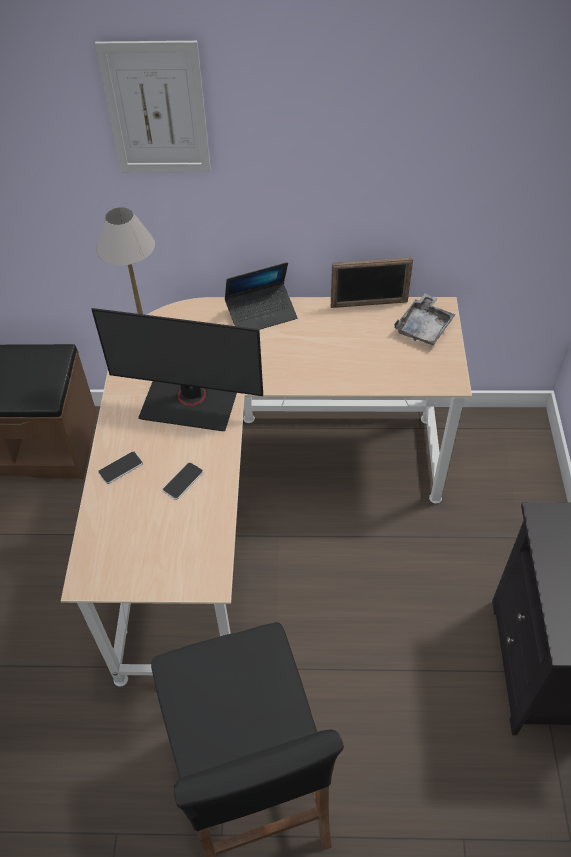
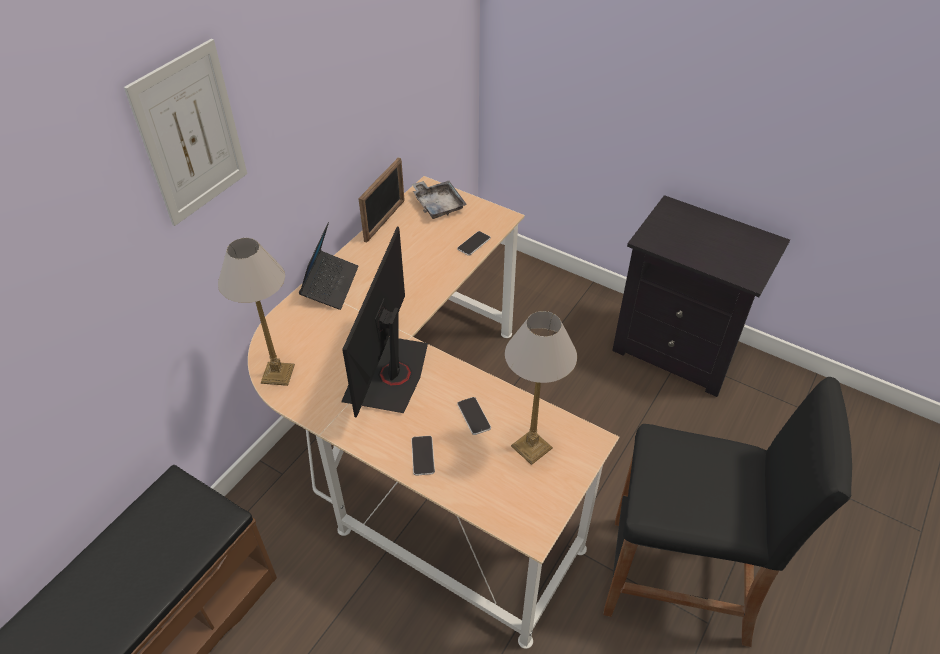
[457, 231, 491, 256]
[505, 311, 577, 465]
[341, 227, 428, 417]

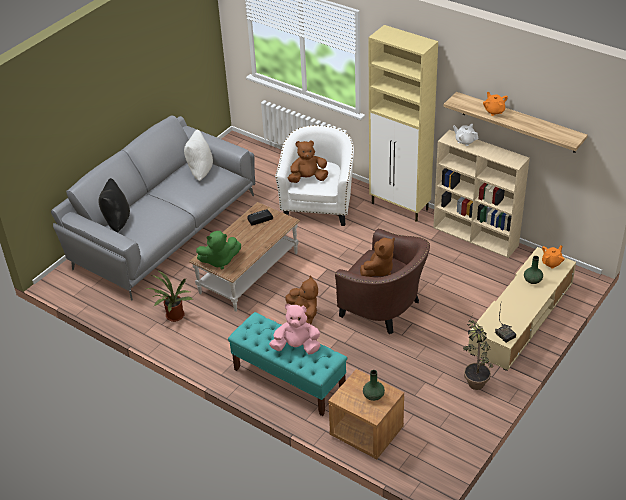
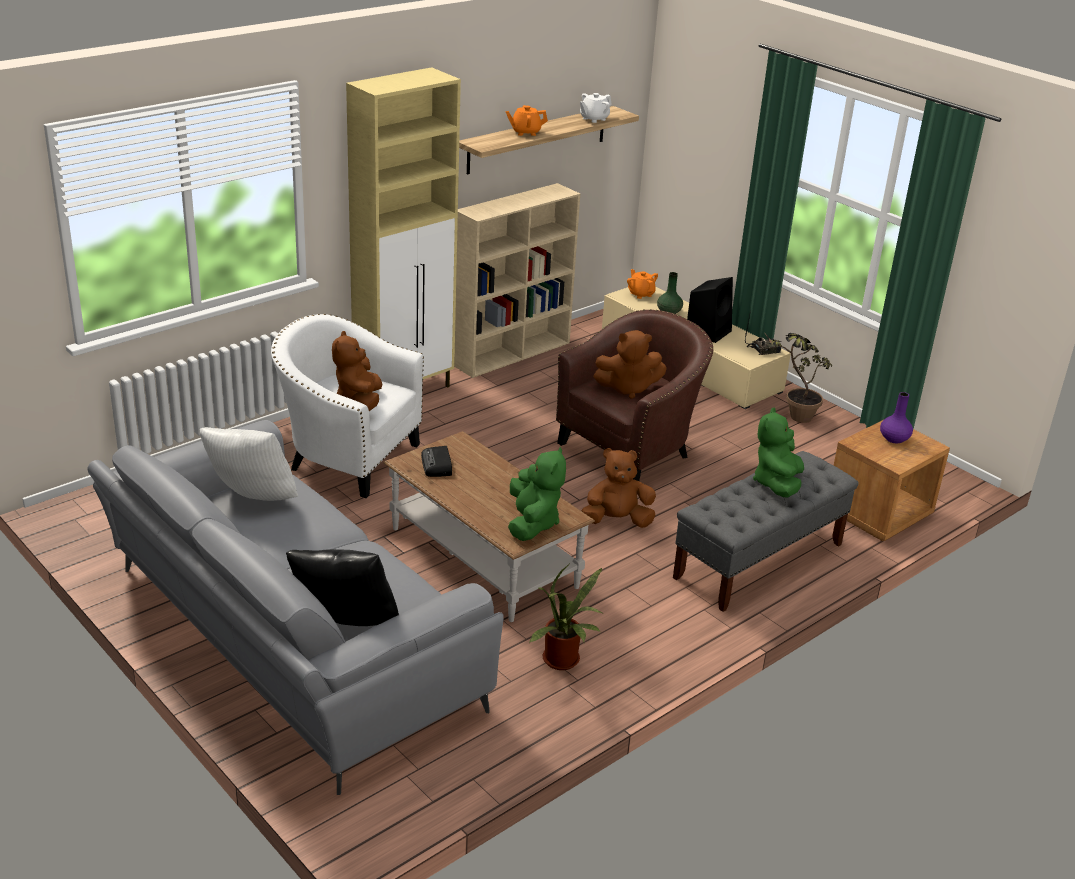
[687, 277, 733, 343]
[580, 93, 611, 123]
[673, 451, 858, 612]
[753, 407, 804, 498]
[880, 392, 913, 443]
[593, 330, 667, 399]

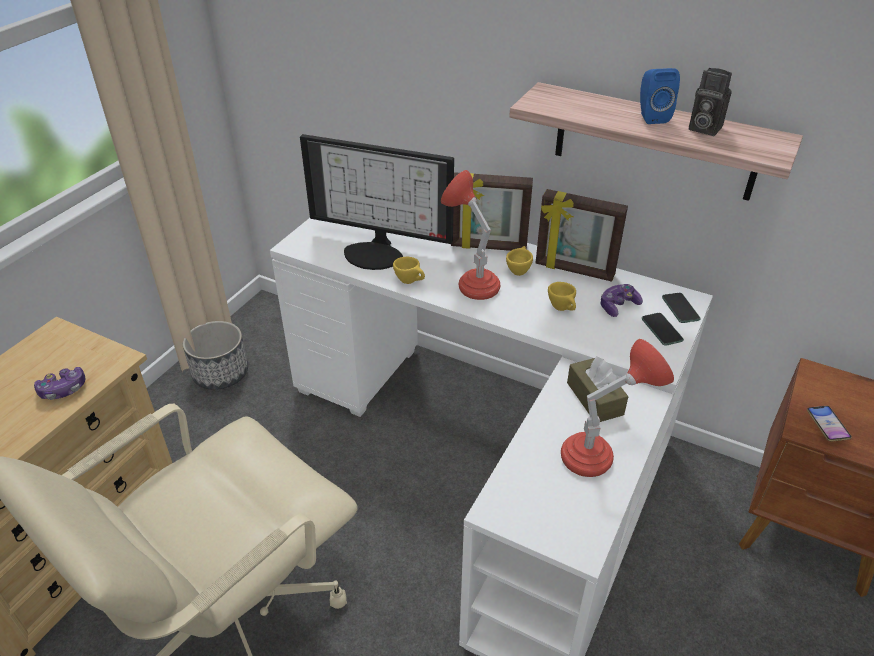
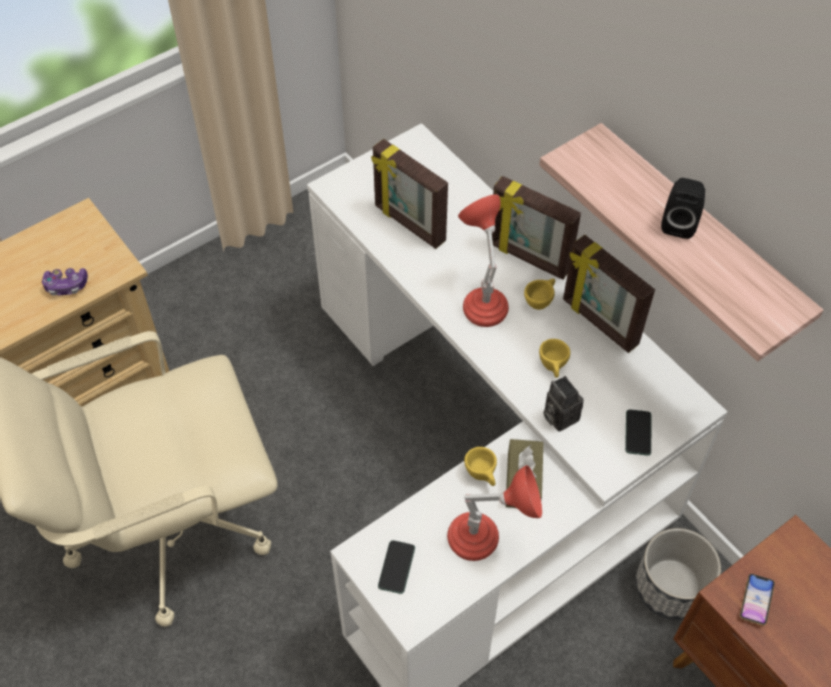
[600, 284, 643, 317] (first image)
[635, 528, 721, 620]
[464, 447, 497, 486]
[378, 540, 415, 594]
[543, 376, 583, 432]
[371, 139, 448, 249]
[661, 178, 705, 239]

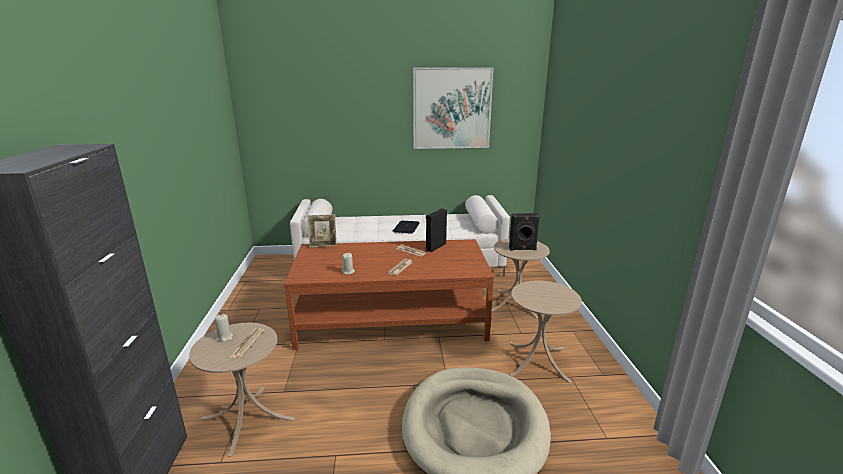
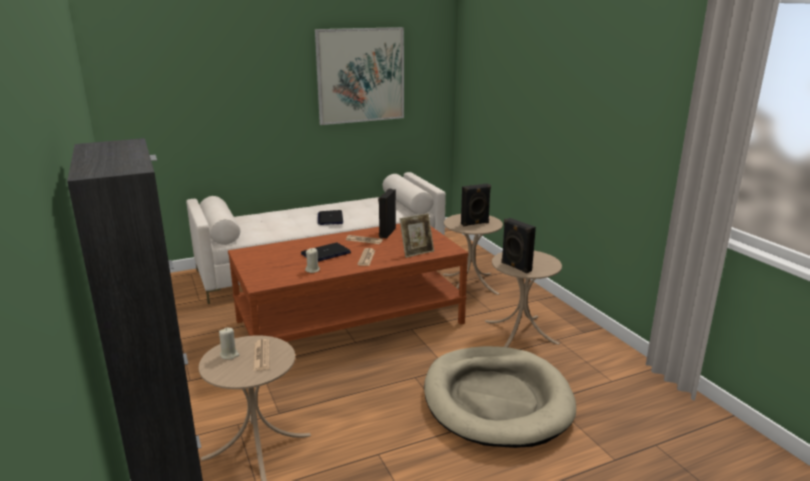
[301, 243, 351, 262]
[501, 218, 536, 273]
[400, 213, 434, 258]

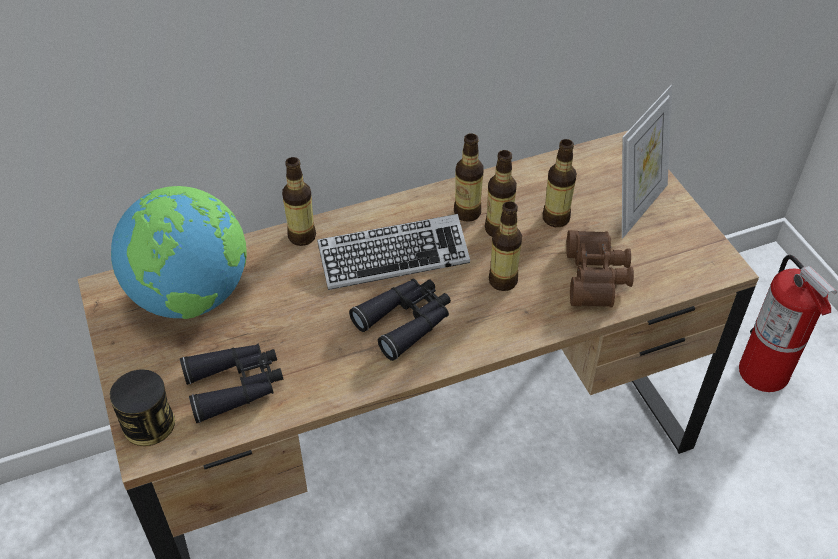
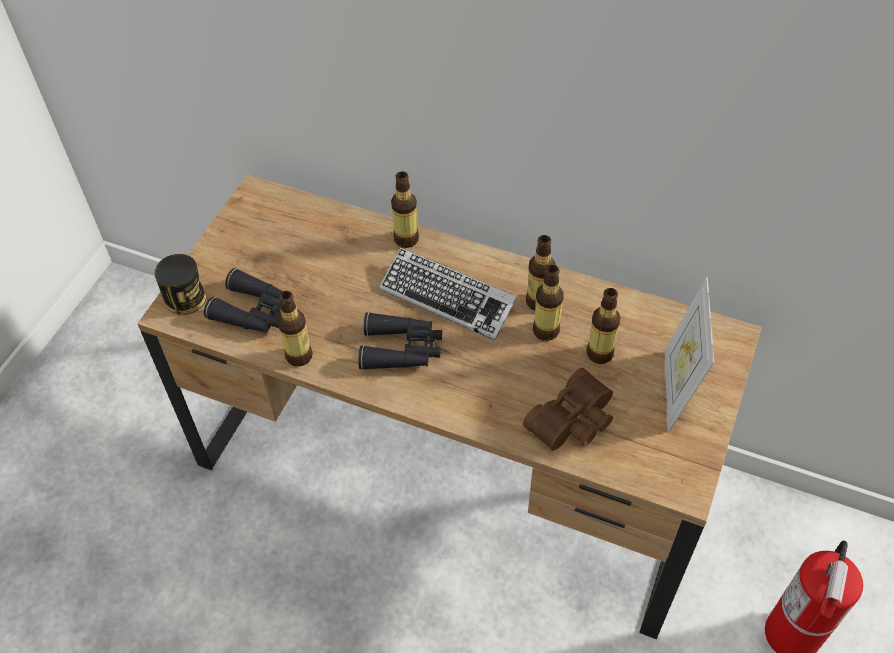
[111, 186, 247, 319] (first image)
[277, 291, 313, 367]
[665, 277, 714, 432]

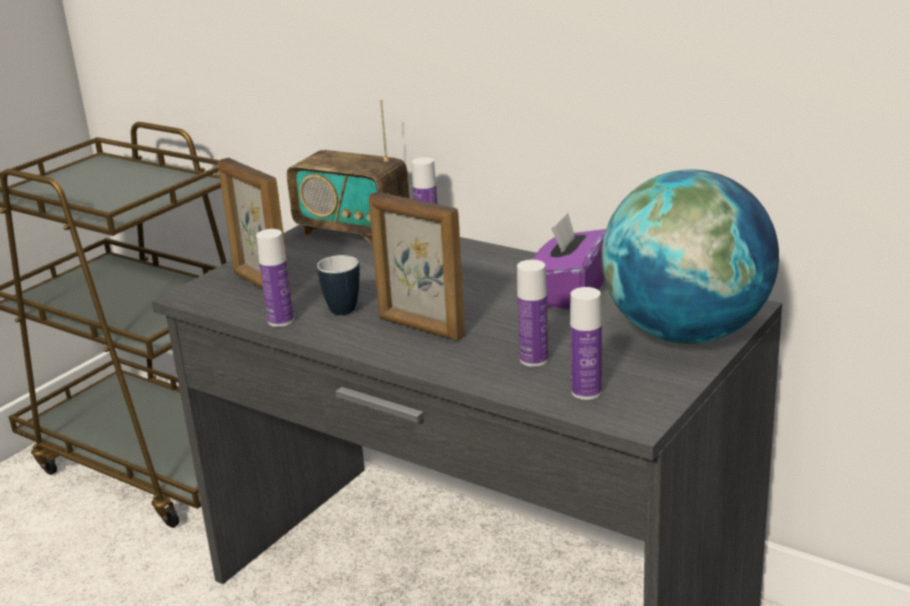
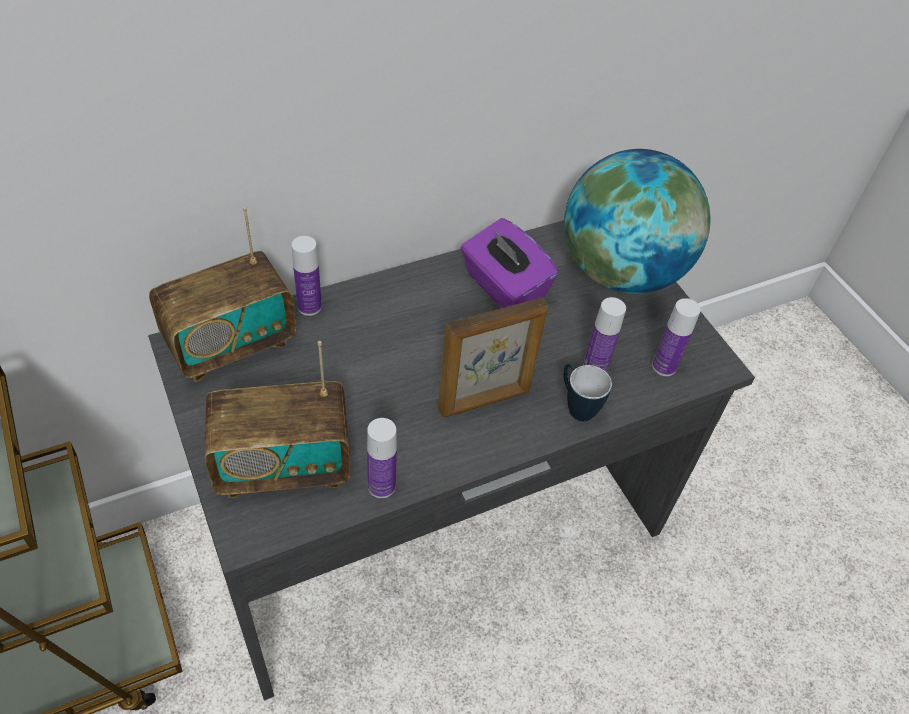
[564, 363, 612, 421]
[205, 341, 350, 498]

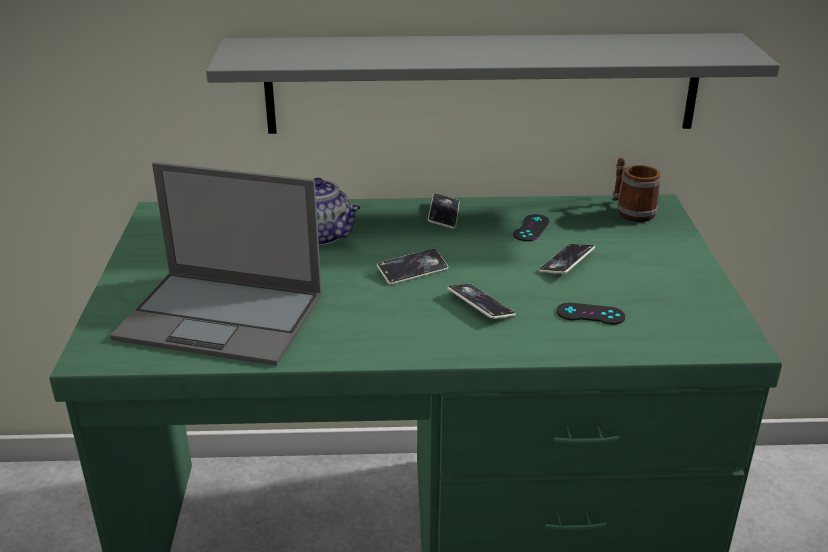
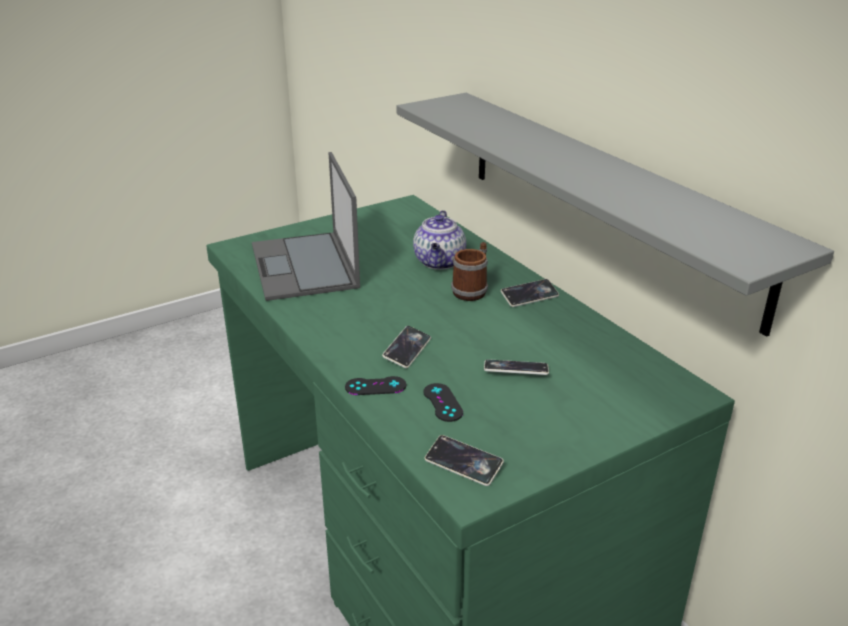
[425, 435, 504, 486]
[345, 376, 406, 395]
[451, 242, 488, 301]

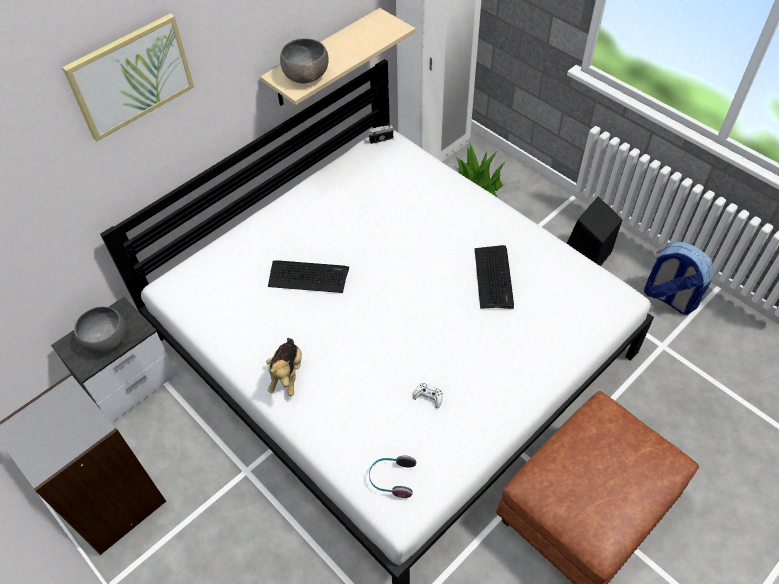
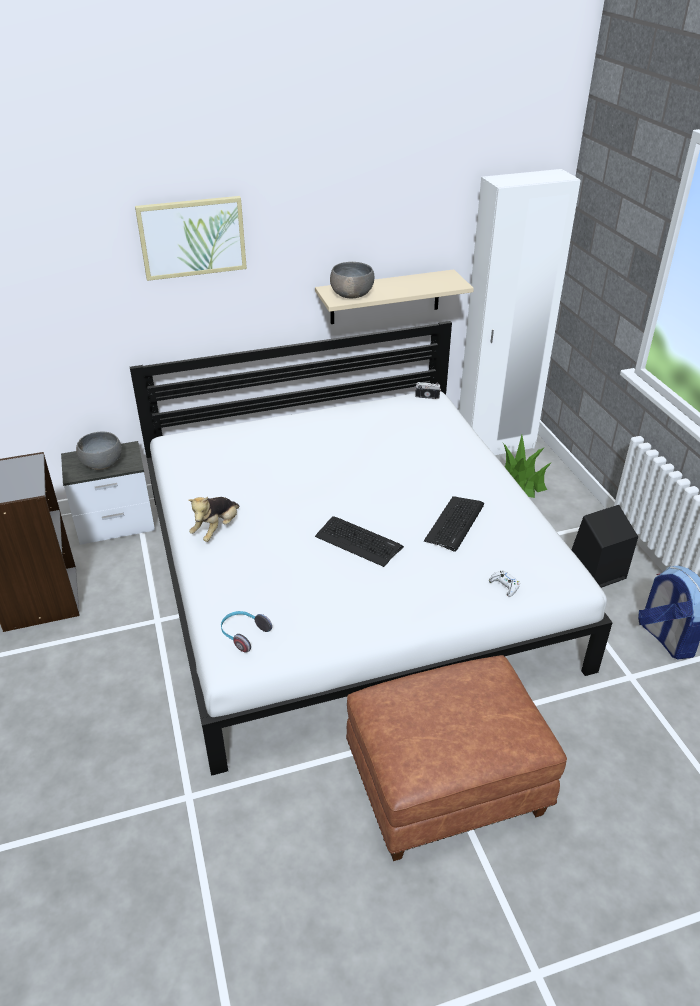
[315, 516, 404, 567]
[489, 571, 520, 597]

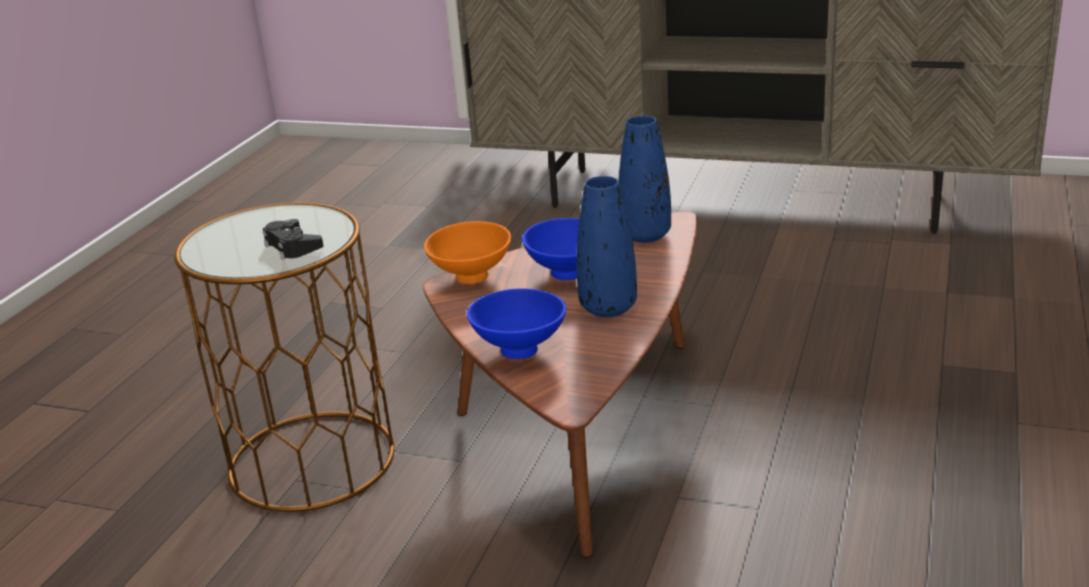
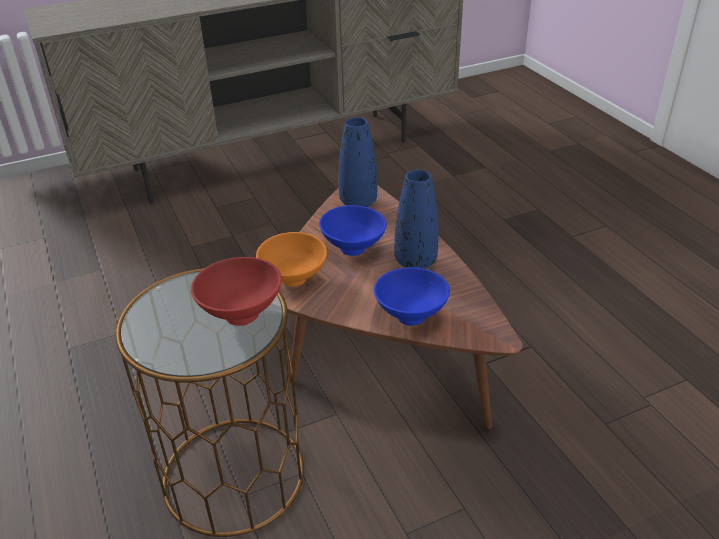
[191, 257, 282, 326]

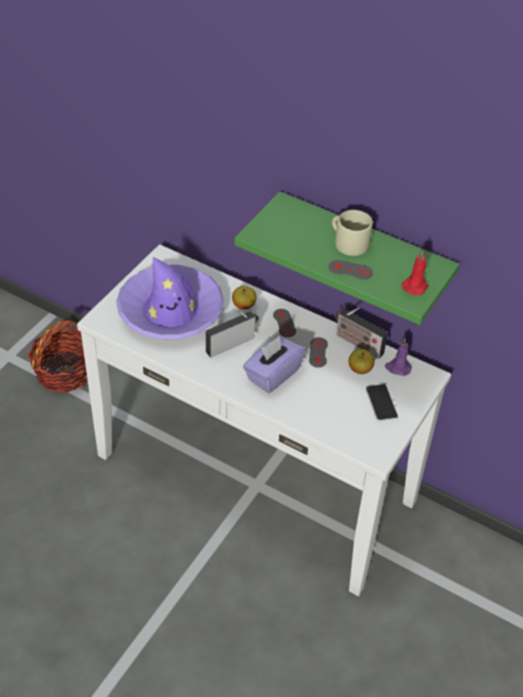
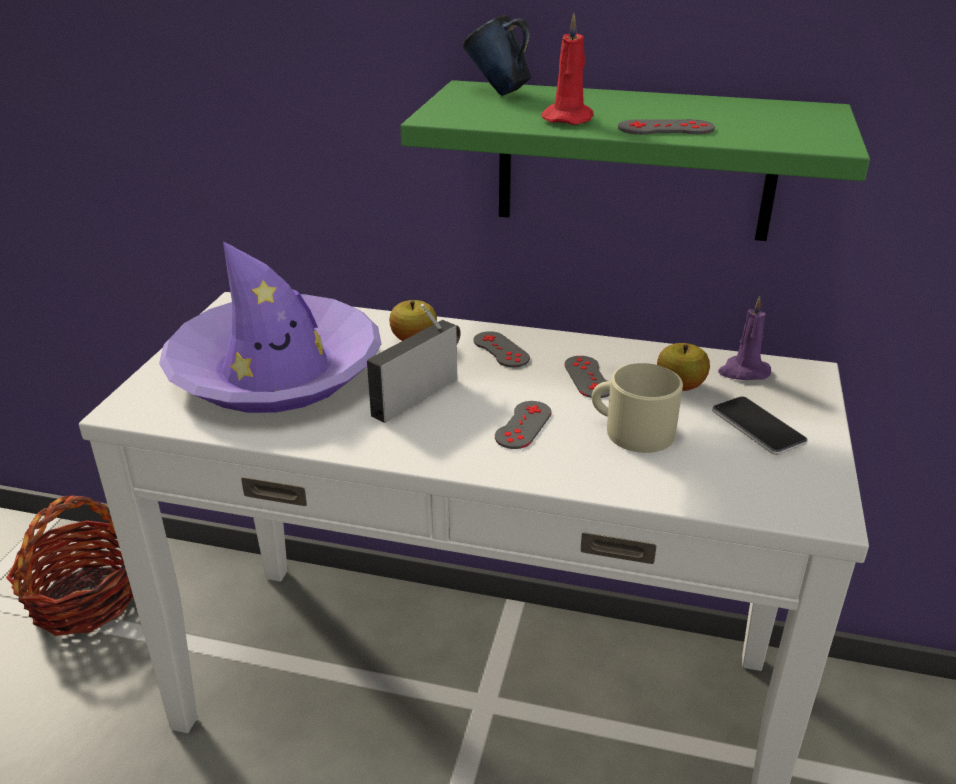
[335, 307, 388, 358] (first image)
[463, 15, 531, 96]
[592, 363, 683, 453]
[541, 14, 594, 125]
[495, 401, 552, 449]

